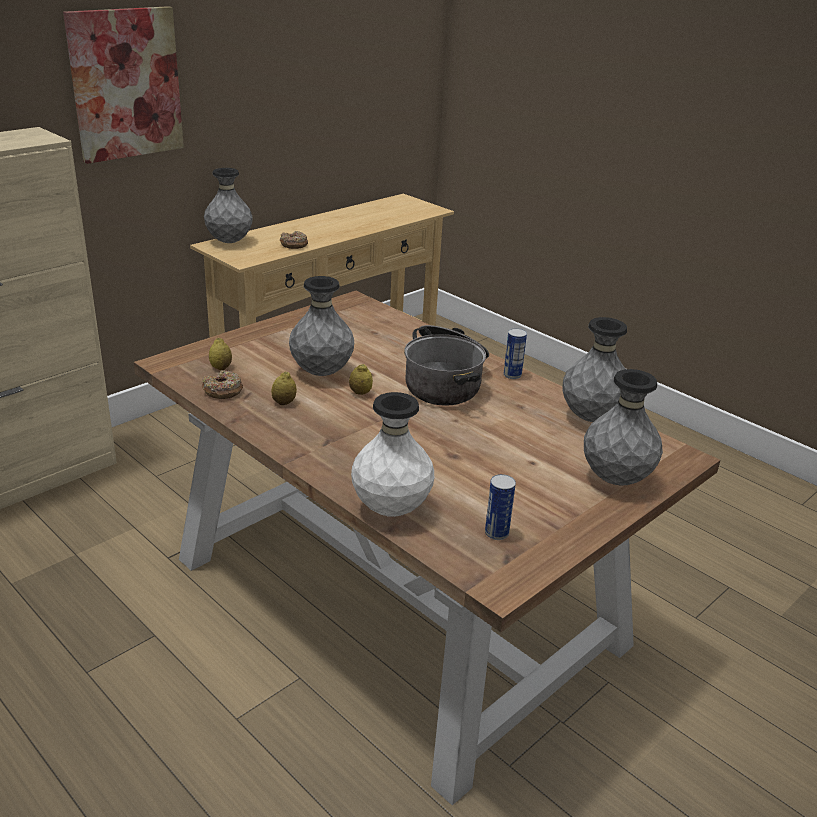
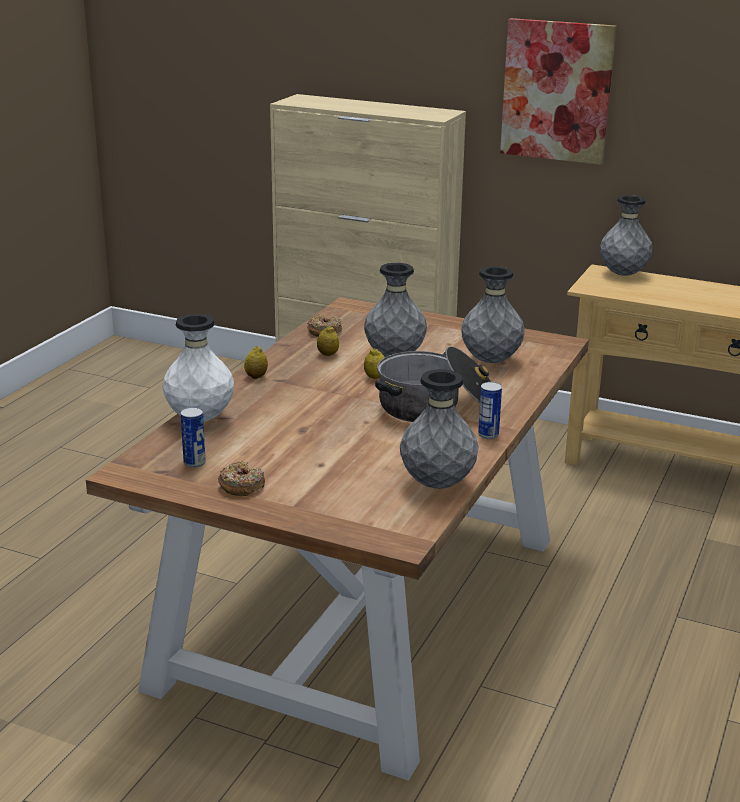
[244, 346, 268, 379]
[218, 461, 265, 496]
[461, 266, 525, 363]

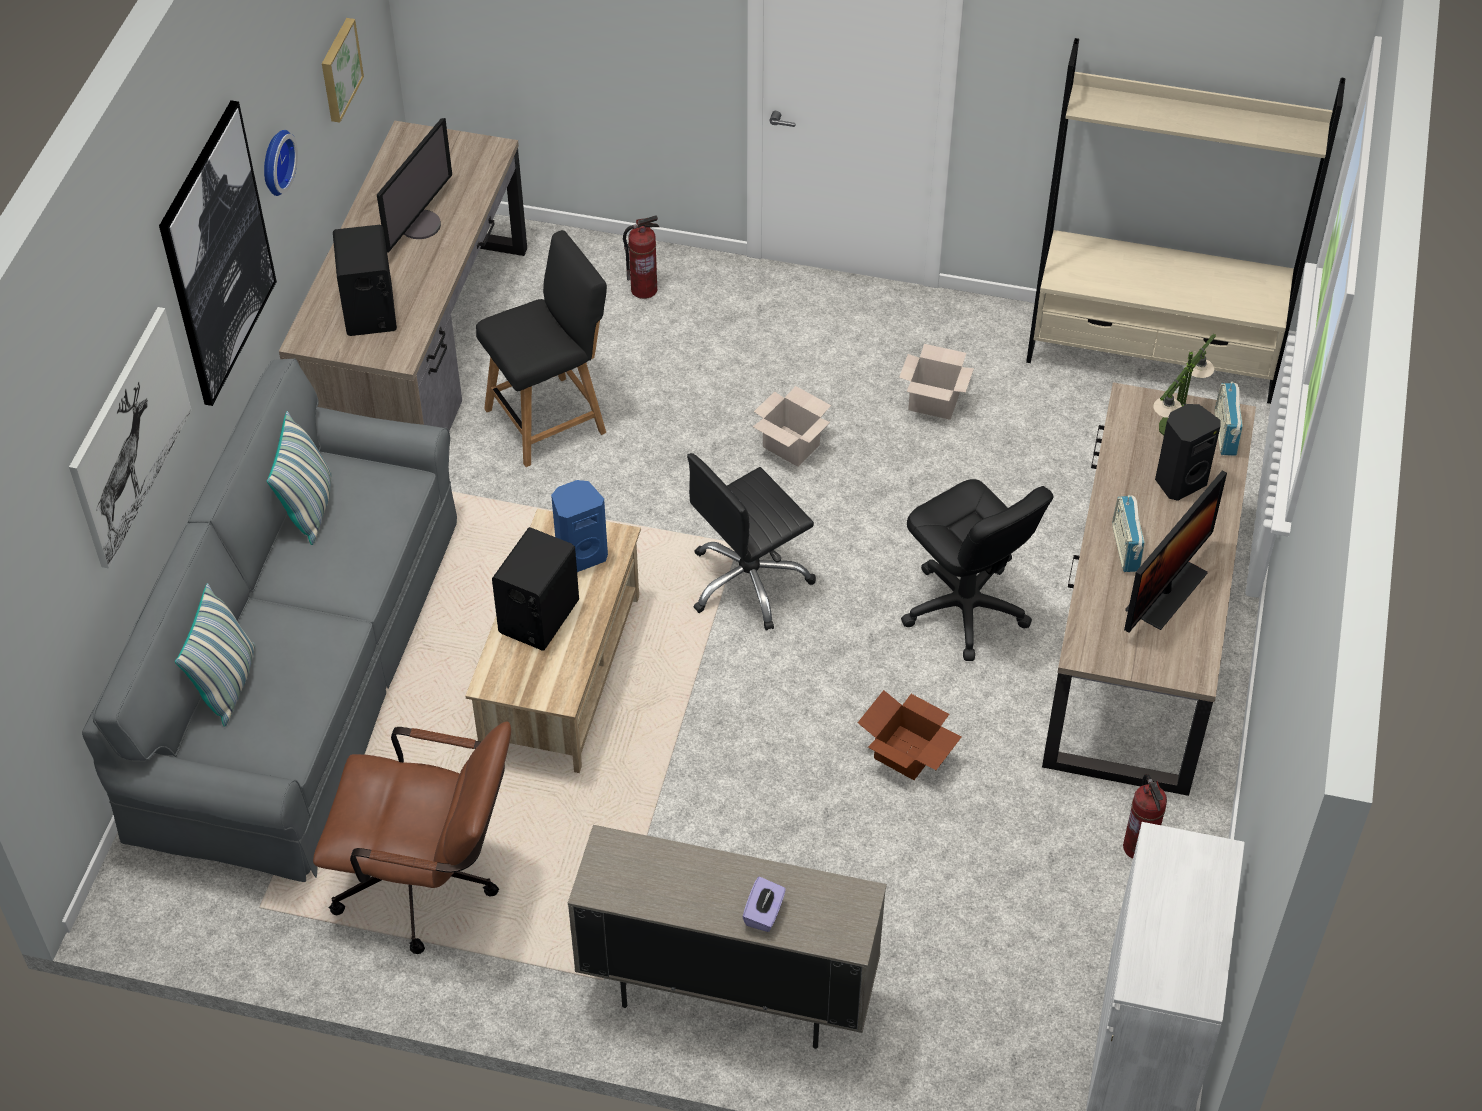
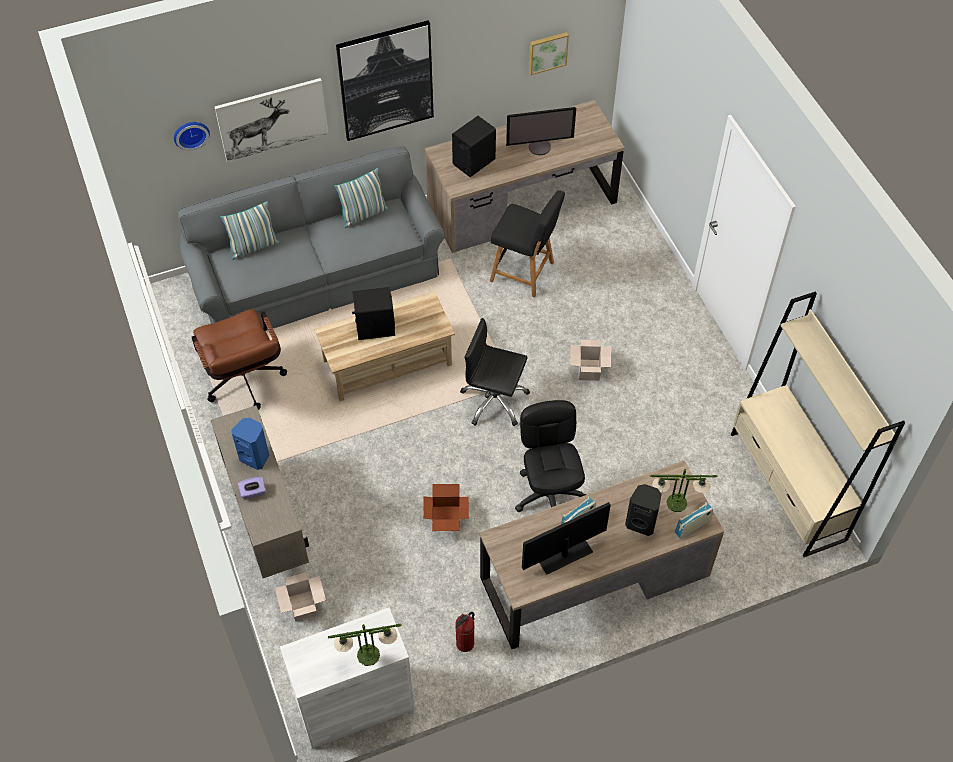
[623, 215, 659, 299] (first image)
[327, 624, 402, 666]
[174, 122, 210, 151]
[231, 418, 269, 470]
[275, 572, 326, 622]
[515, 400, 586, 512]
[522, 502, 611, 575]

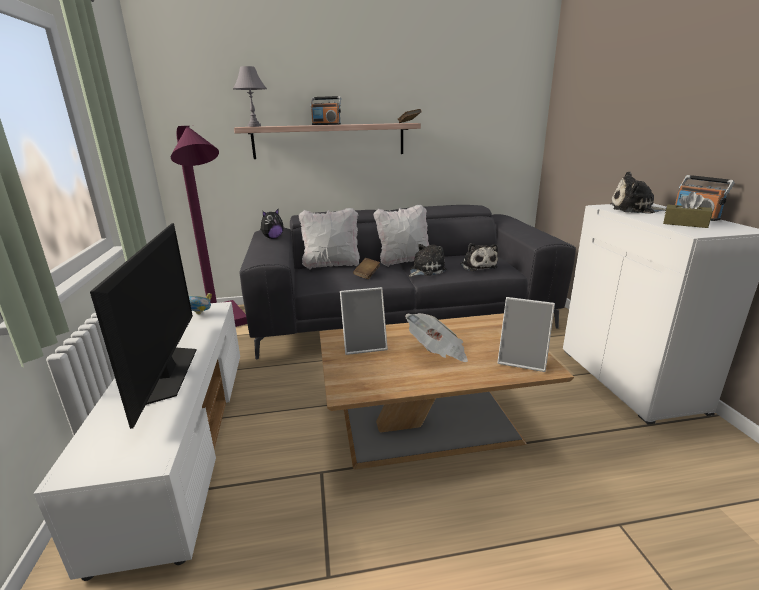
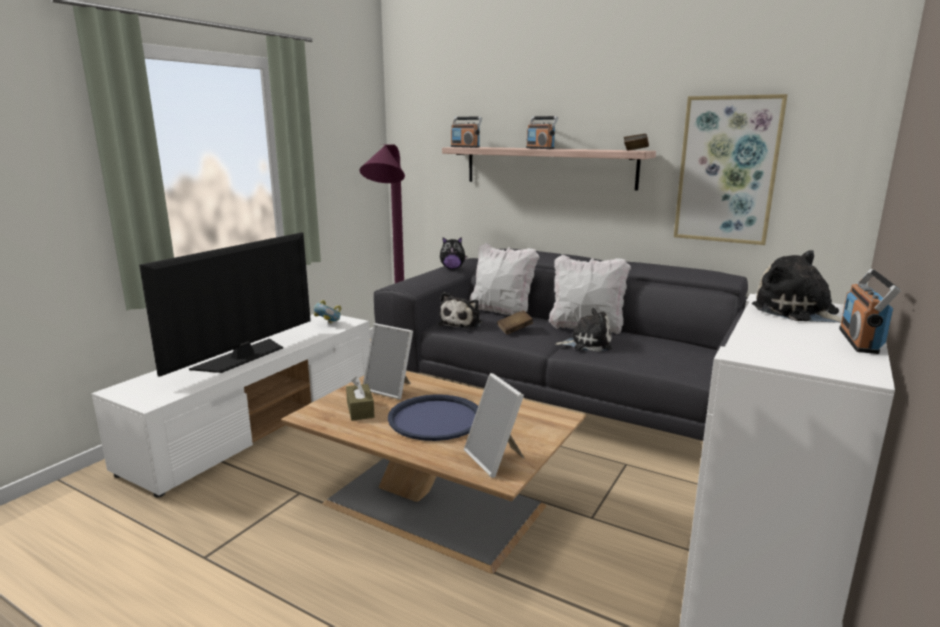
[674, 94, 788, 245]
[438, 292, 483, 329]
[346, 377, 375, 421]
[451, 117, 482, 148]
[388, 394, 478, 441]

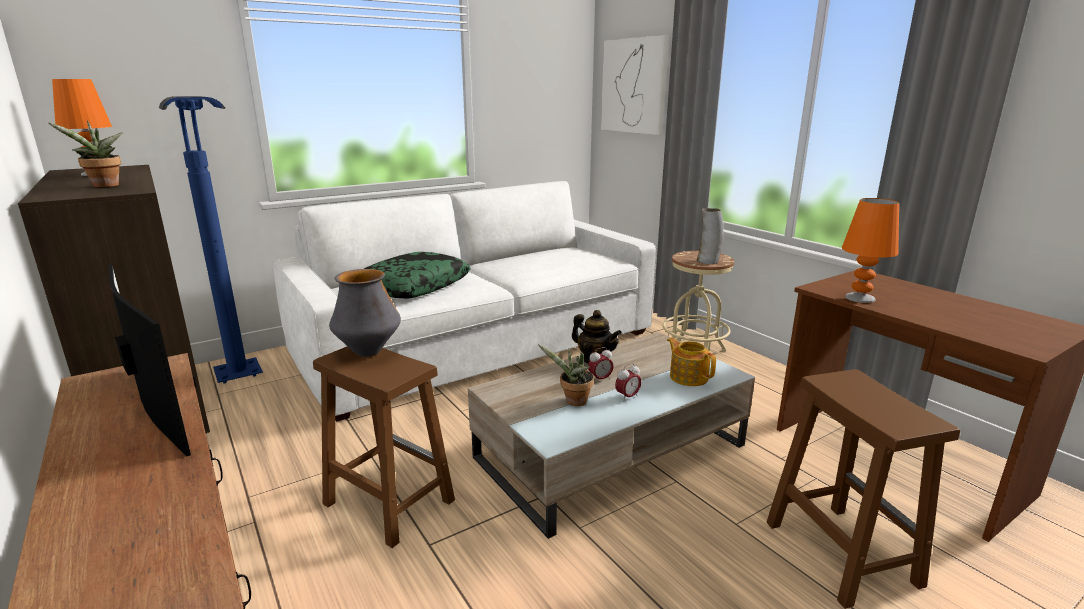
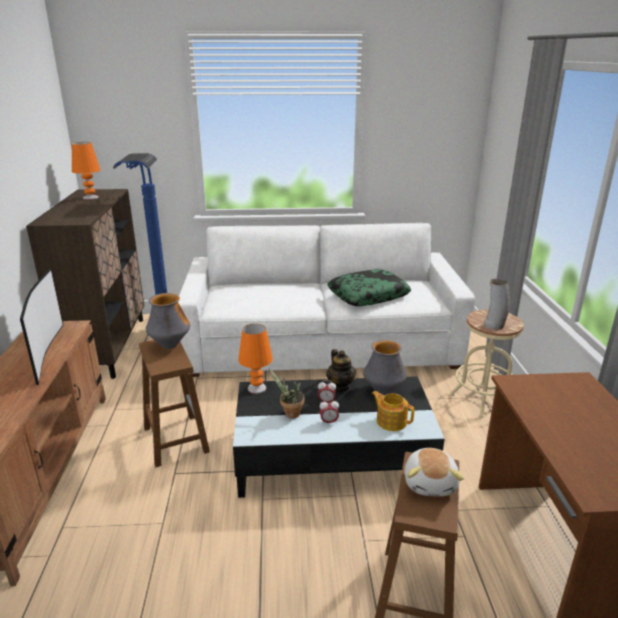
[48, 121, 123, 187] (first image)
[601, 35, 669, 135] (first image)
[363, 340, 407, 395]
[404, 448, 464, 497]
[327, 269, 411, 306]
[238, 324, 273, 394]
[233, 376, 445, 498]
[372, 391, 414, 431]

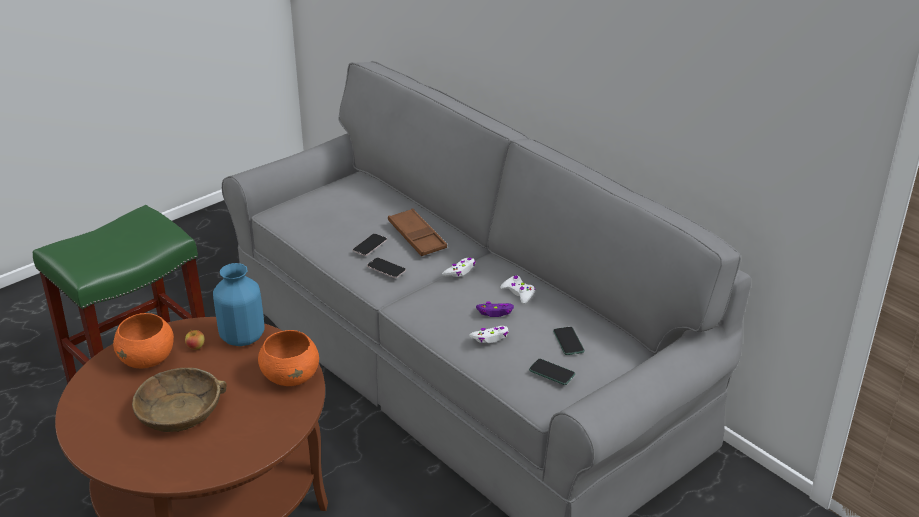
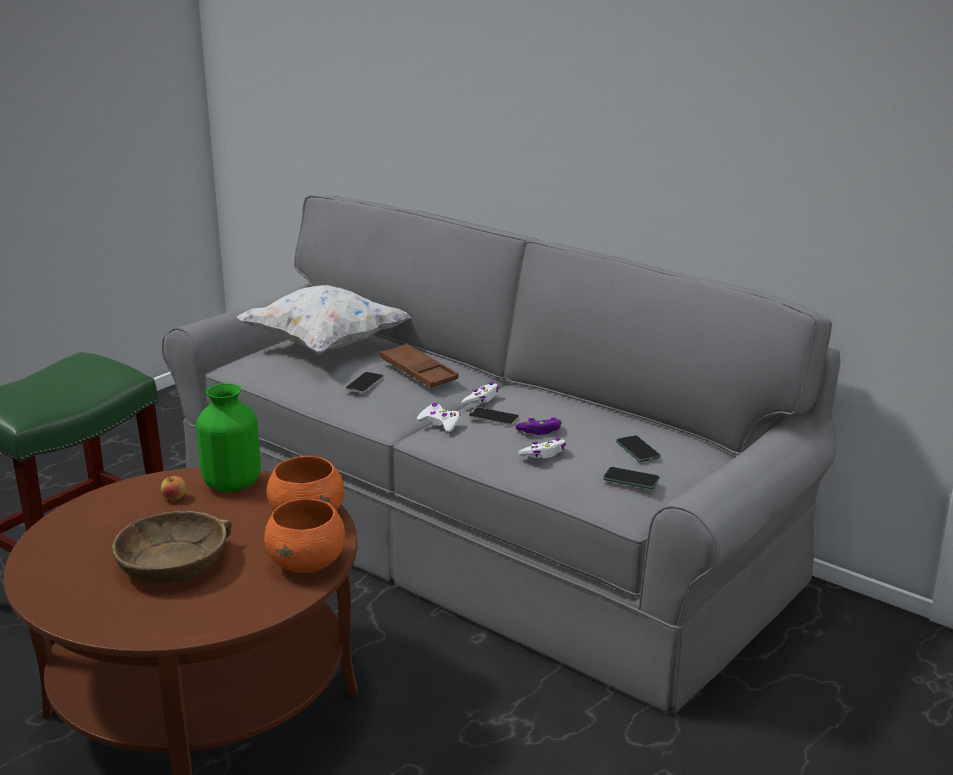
[236, 285, 411, 355]
[264, 499, 345, 573]
[468, 407, 519, 425]
[417, 403, 461, 432]
[196, 383, 261, 492]

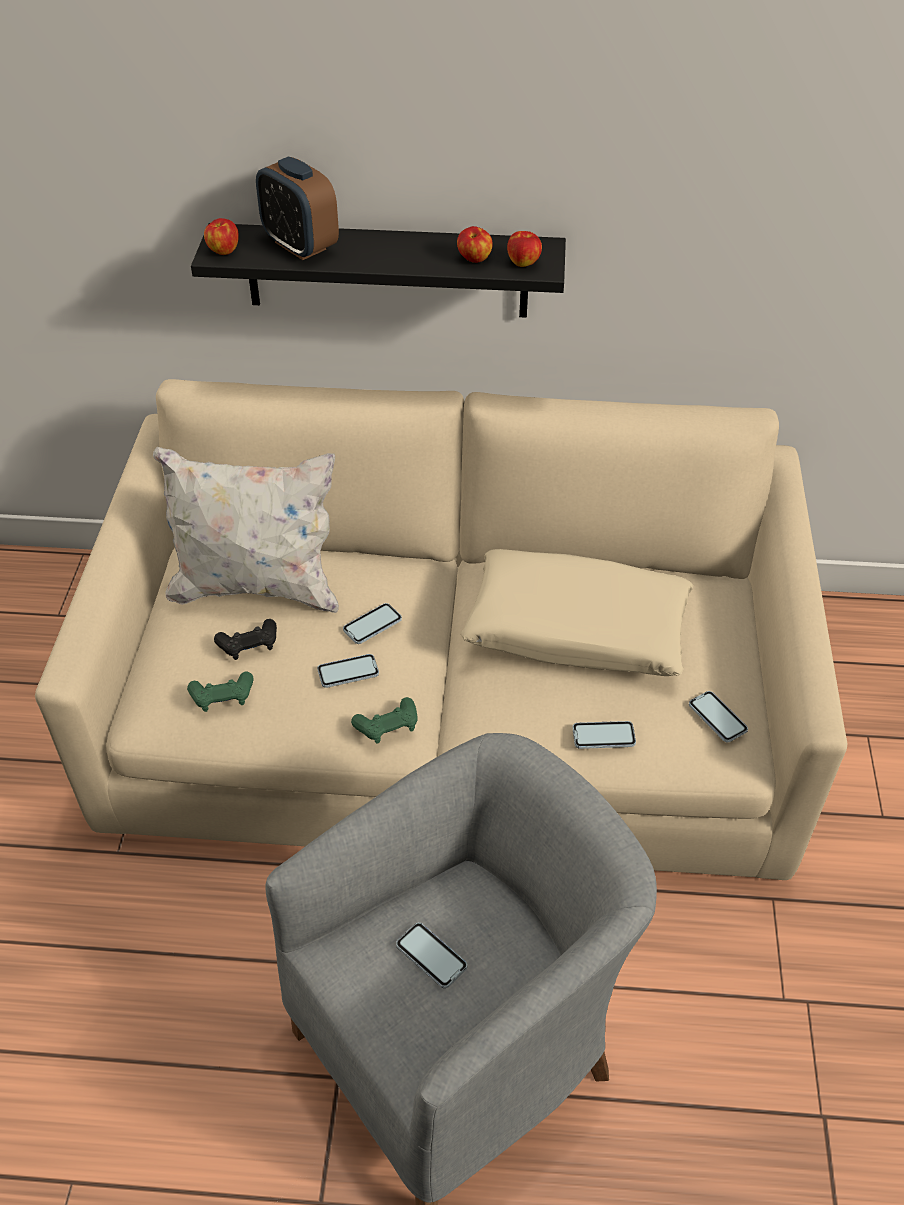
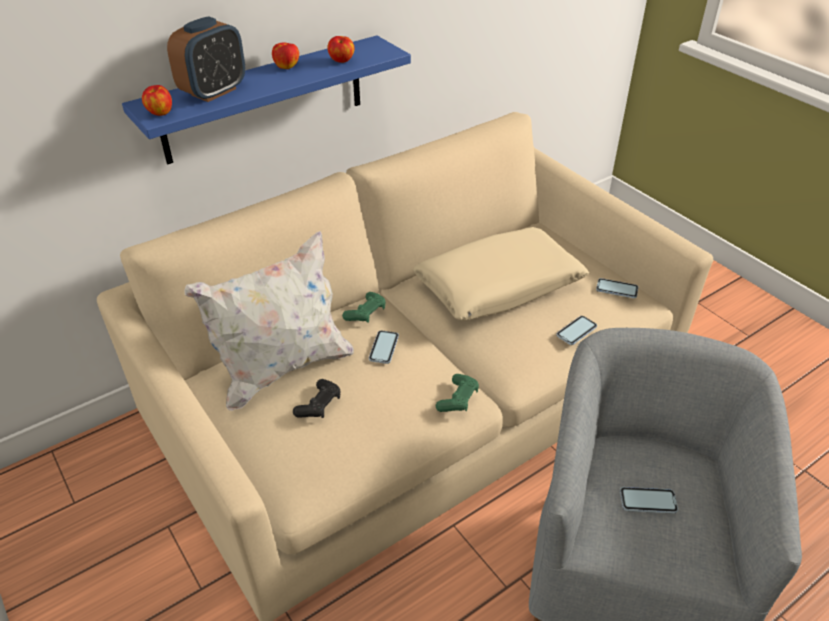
[317, 654, 379, 688] (first image)
[342, 292, 385, 323]
[272, 42, 299, 69]
[122, 36, 411, 164]
[167, 16, 245, 102]

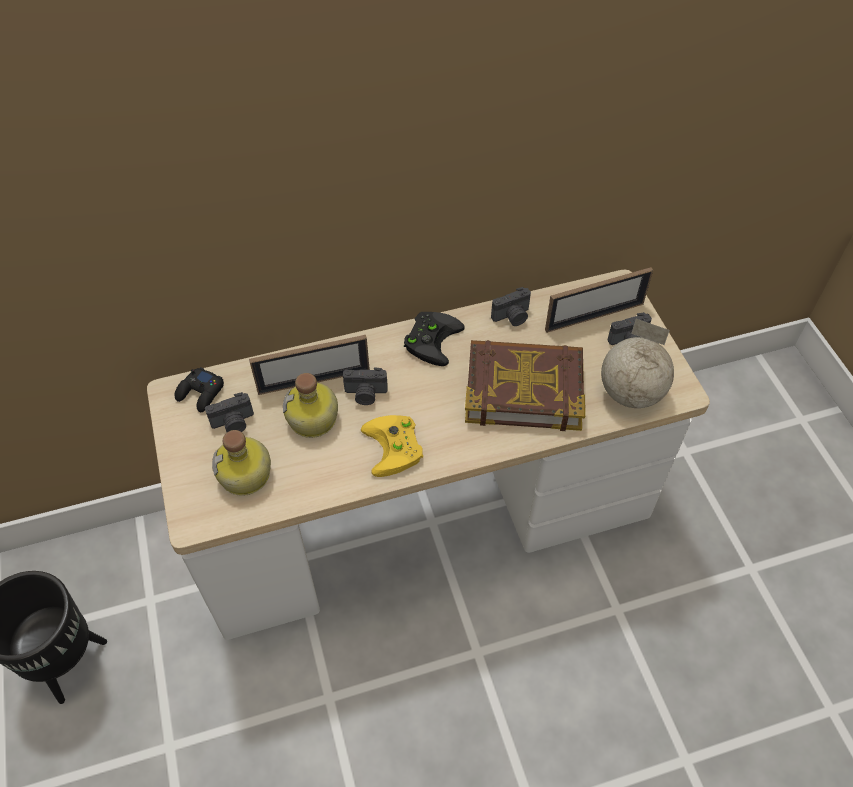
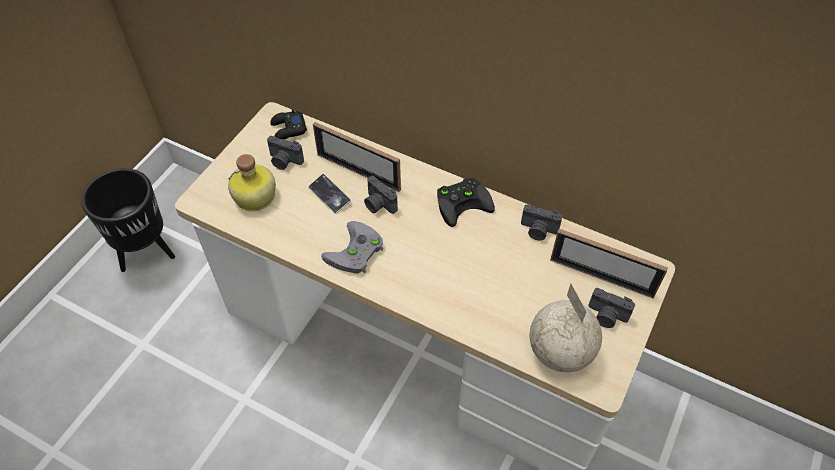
[465, 340, 585, 431] (first image)
[308, 174, 351, 214]
[321, 221, 383, 274]

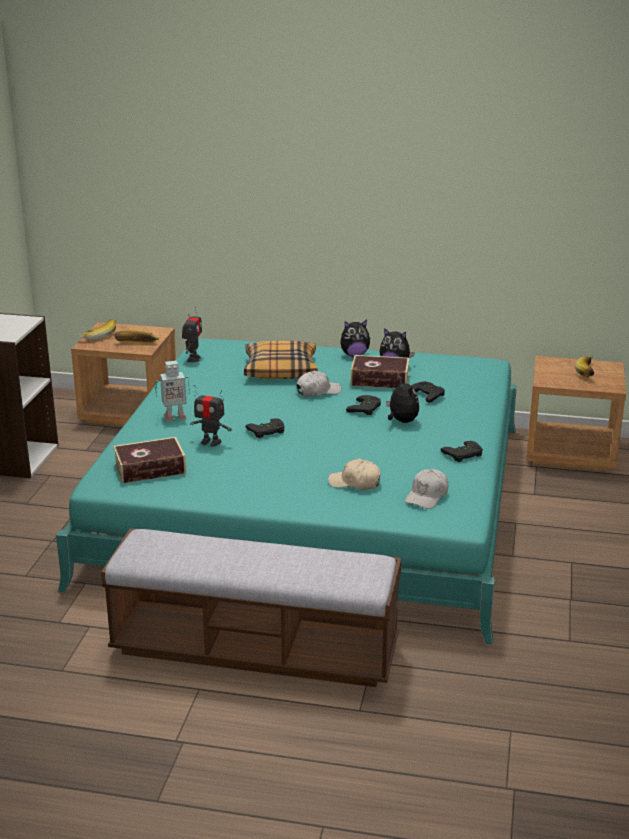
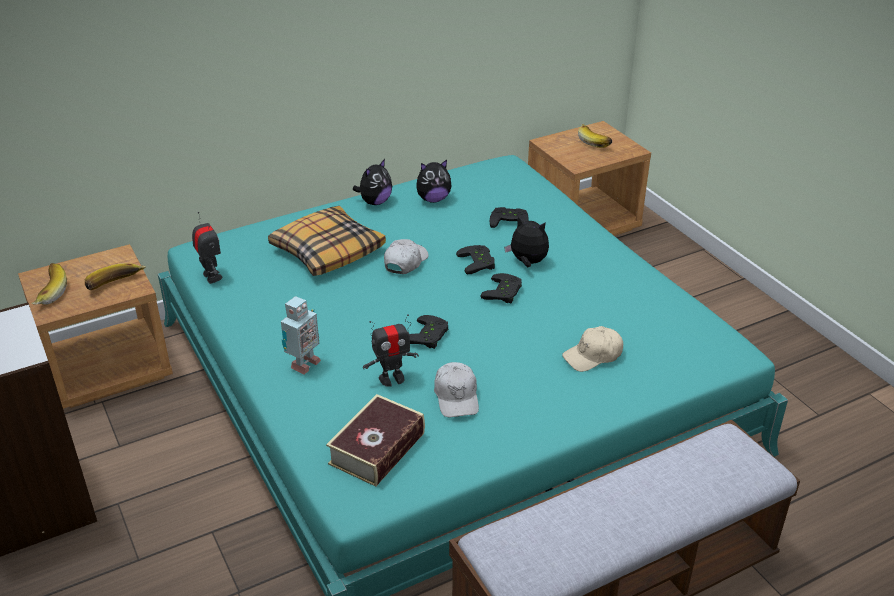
[351, 355, 409, 388] (first image)
[434, 362, 479, 417]
[480, 273, 522, 304]

